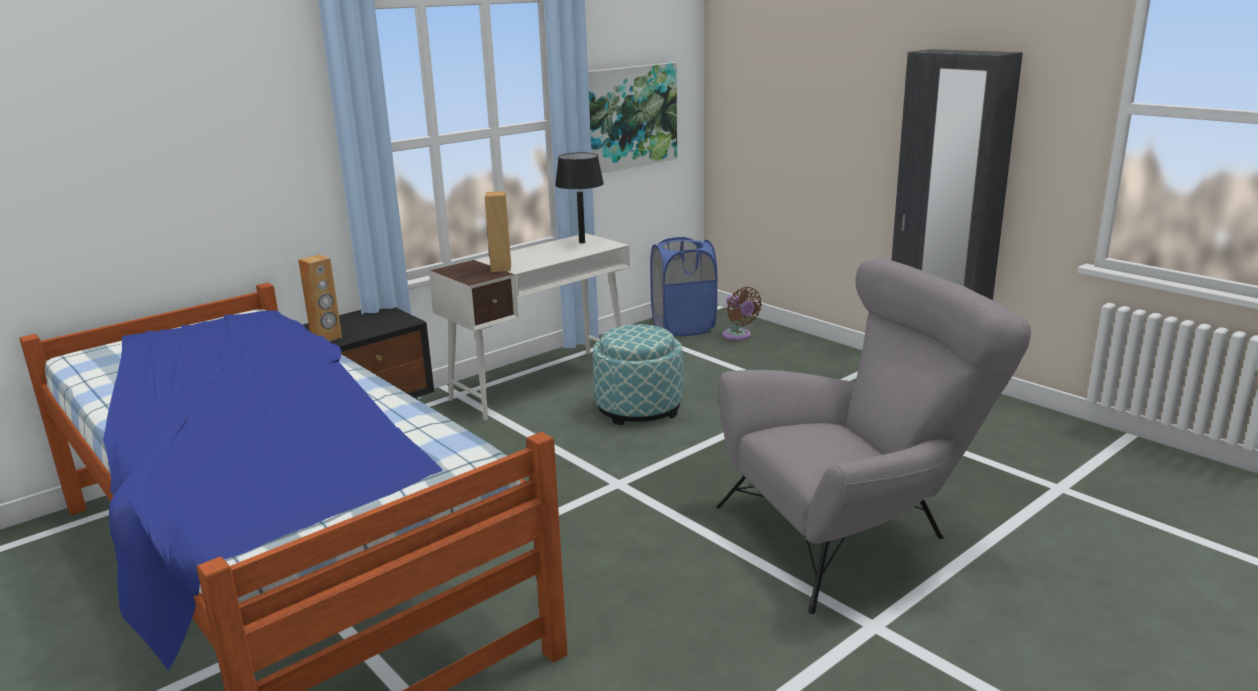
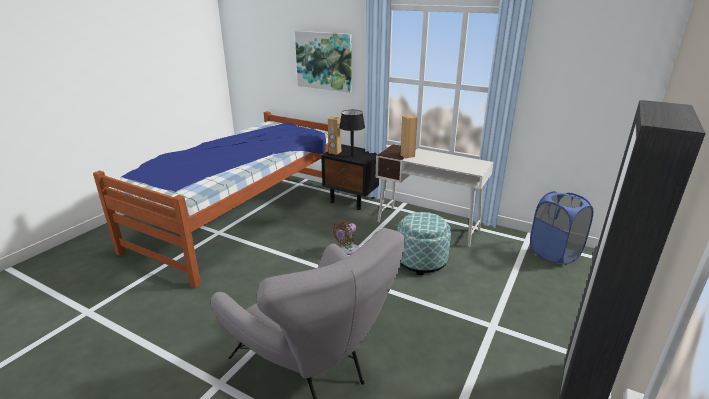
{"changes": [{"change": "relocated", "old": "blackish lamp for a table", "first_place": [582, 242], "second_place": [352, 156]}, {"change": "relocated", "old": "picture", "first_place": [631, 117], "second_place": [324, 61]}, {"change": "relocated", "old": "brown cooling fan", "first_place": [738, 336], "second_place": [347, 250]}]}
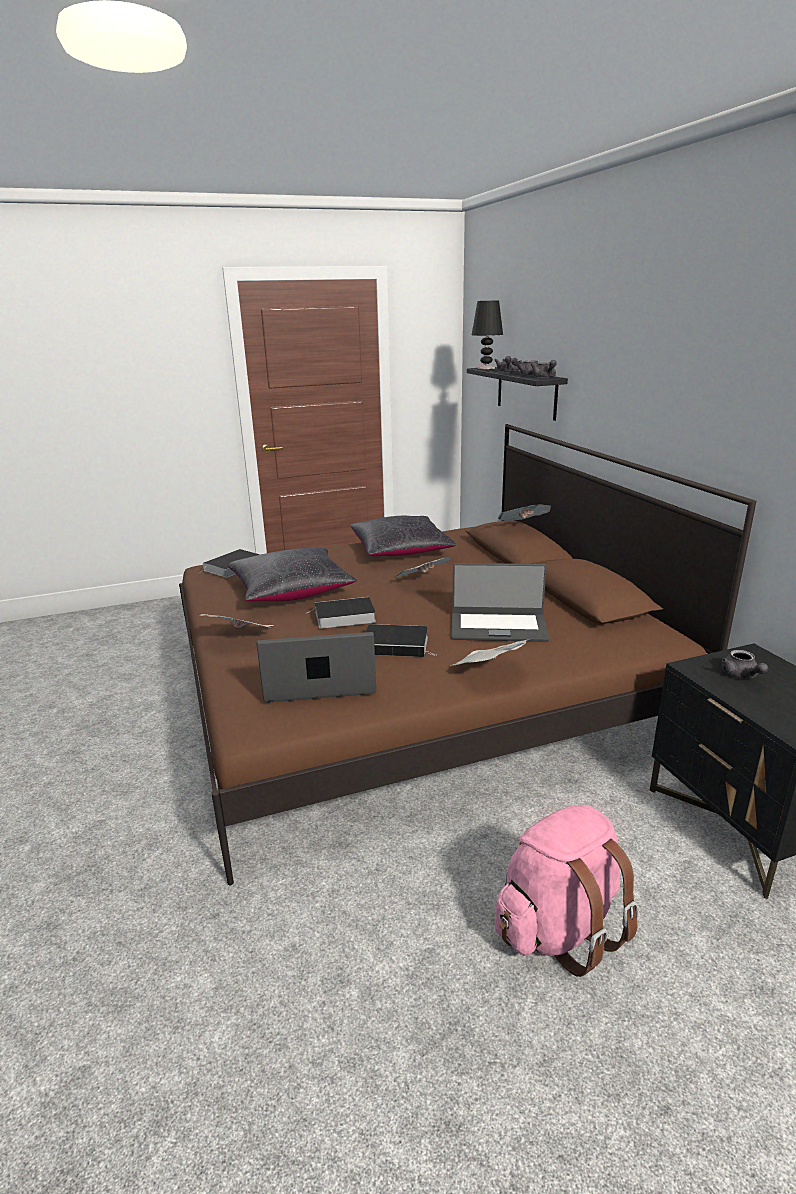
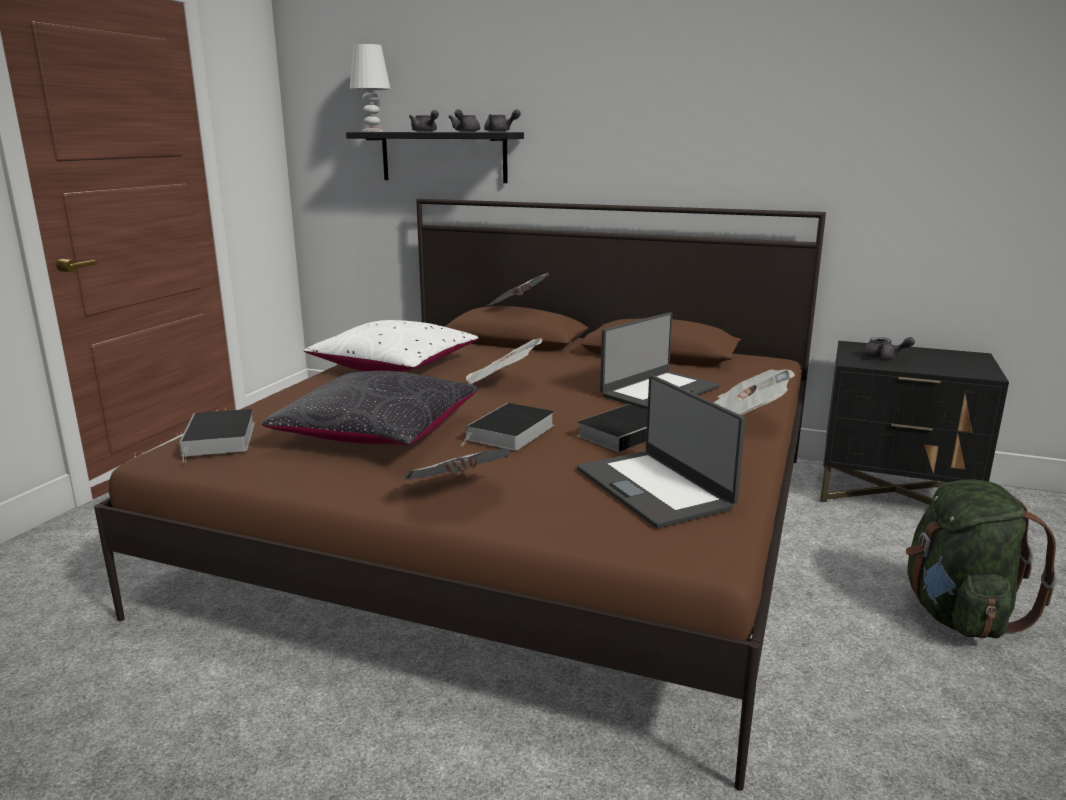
{"changes": [{"change": "colour", "old": "blackish cushion", "new": "white-coloured cushion", "first_place": [400, 550], "second_place": [394, 366]}, {"change": "colour", "old": "blackish lamp for a table", "new": "white-coloured lamp for a table", "first_place": [486, 368], "second_place": [373, 131]}, {"change": "colour", "old": "pink rucksack", "new": "green-coloured rucksack", "first_place": [559, 928], "second_place": [958, 614]}, {"change": "spun", "old": "portable computer", "first_place": [320, 683], "second_place": [654, 488], "degrees": -60}]}
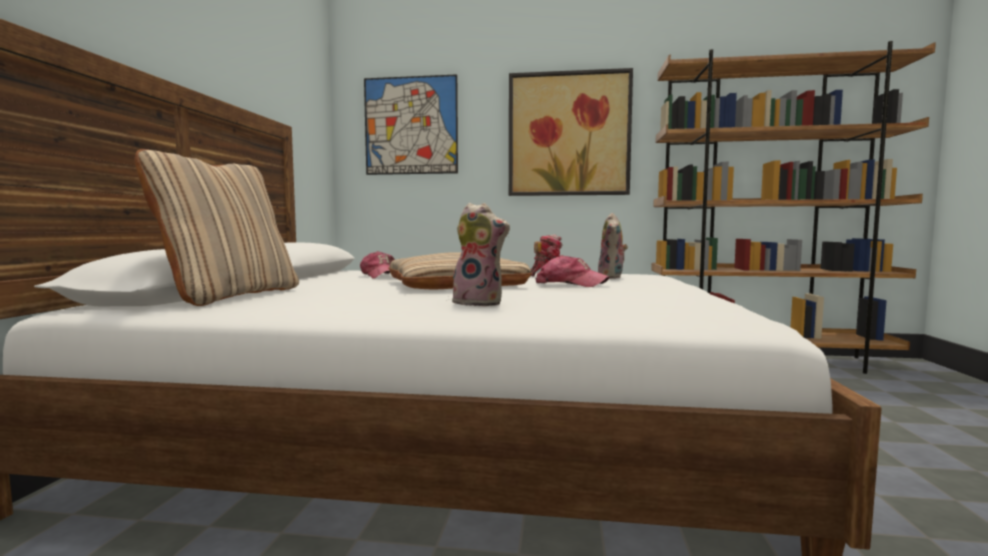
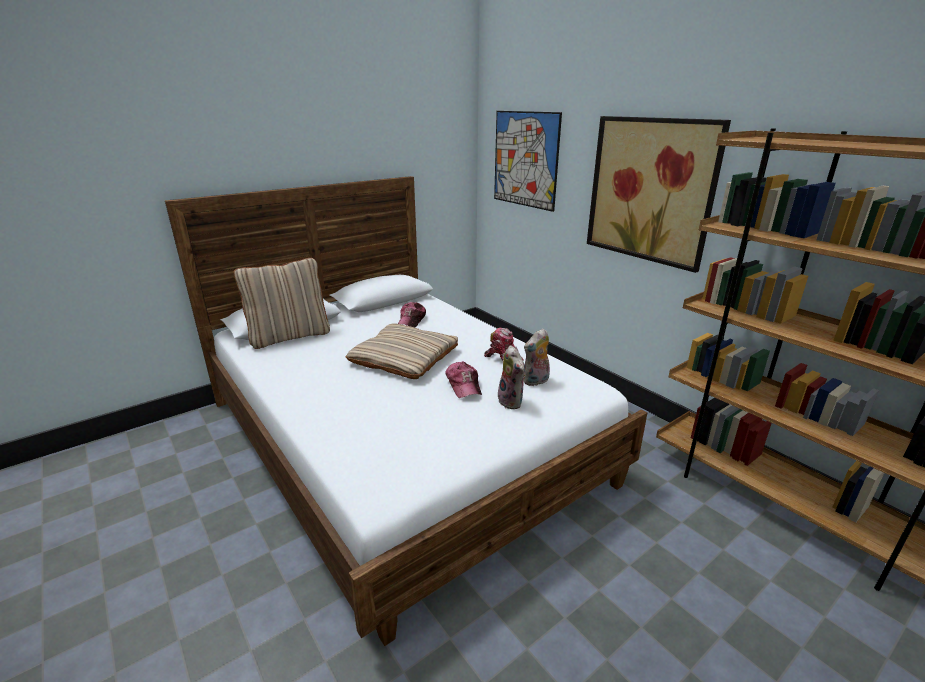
{"changes": [{"change": "relocated", "old": "soft toy", "first_place": [480, 303], "second_place": [512, 401]}]}
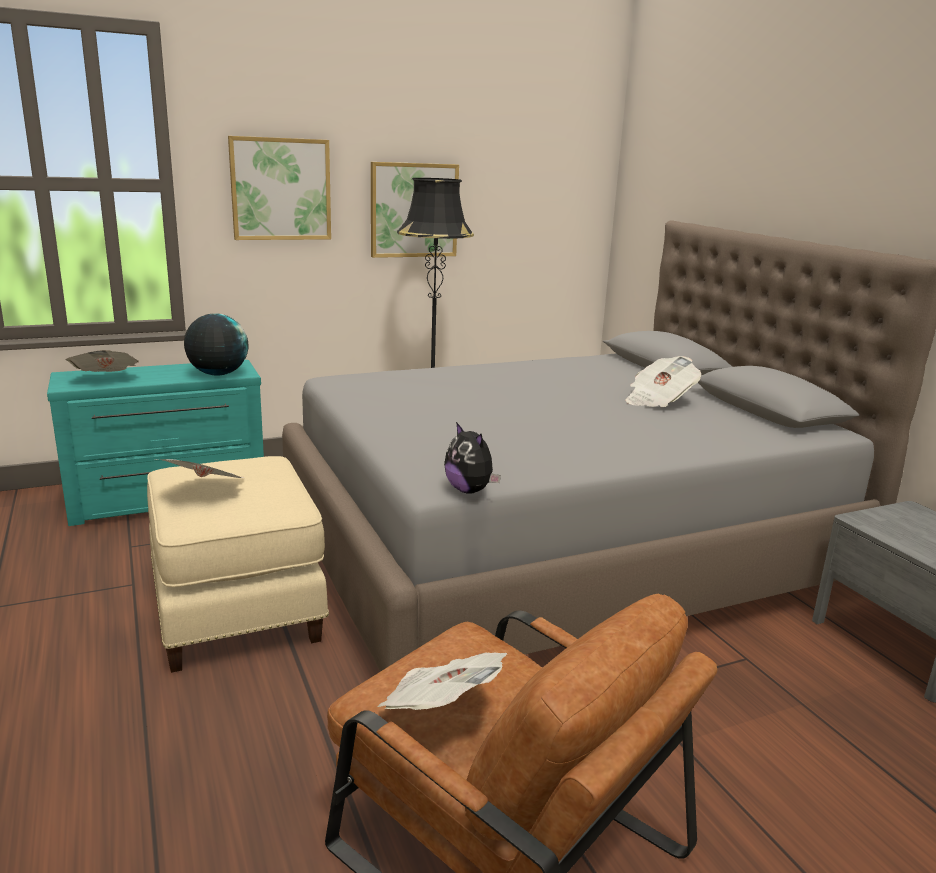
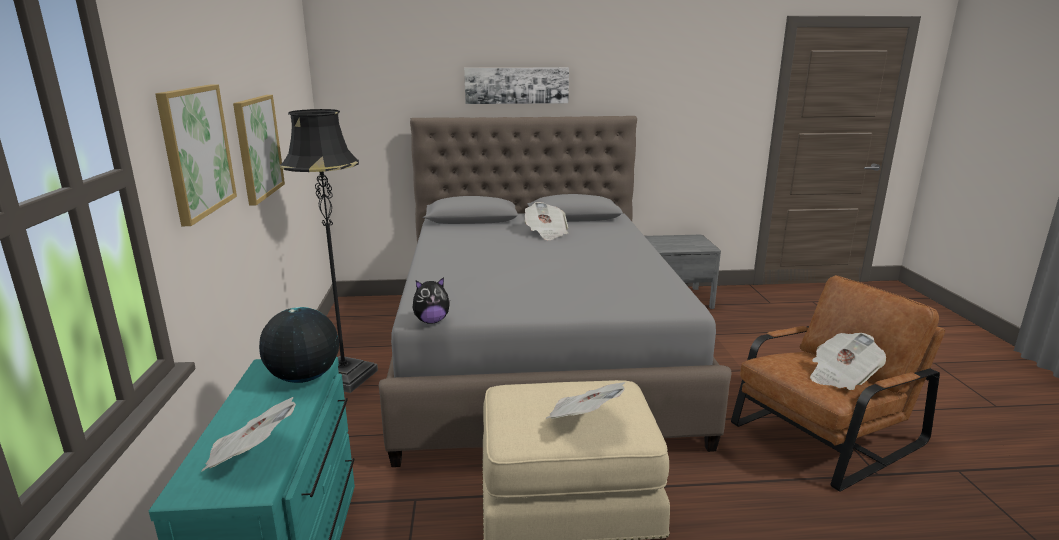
{"changes": [{"change": "appeared", "new": "picture", "second_place": [516, 85]}, {"change": "relocated", "old": "soft toy", "first_place": [470, 490], "second_place": [431, 321]}]}
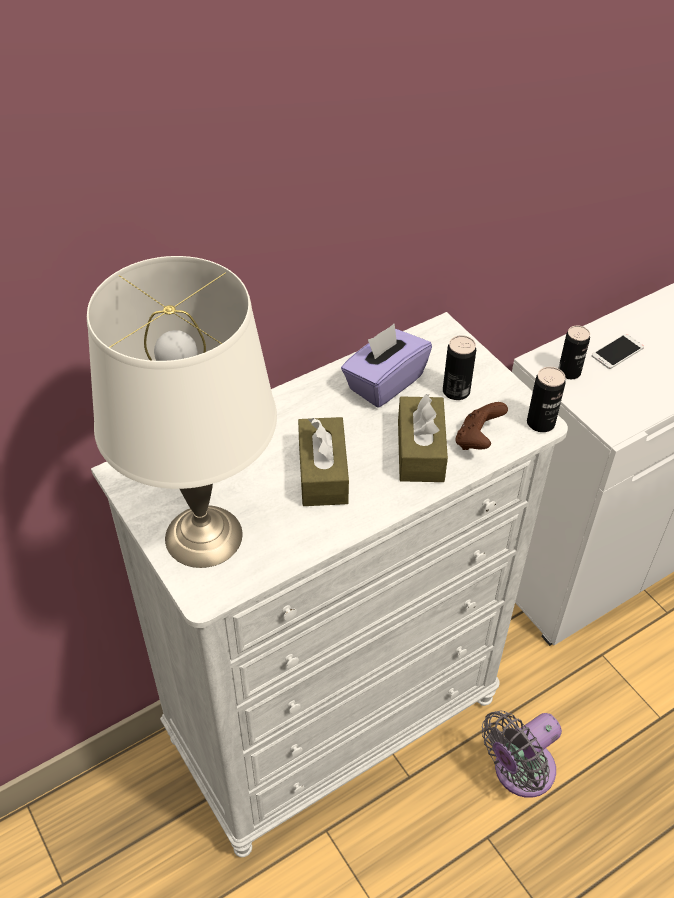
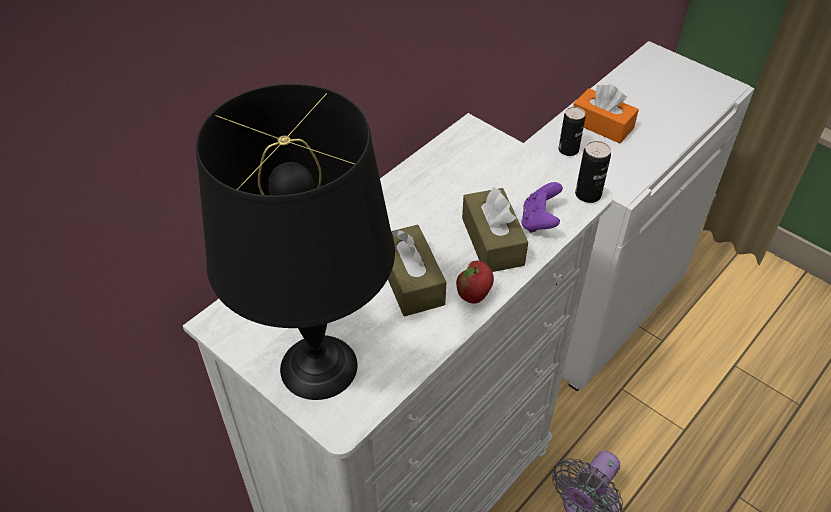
{"changes": [{"change": "missing", "old": "purple-coloured box of tissues", "first_place": [384, 382]}, {"change": "missing", "old": "sealed can", "first_place": [456, 391]}, {"change": "appeared", "new": "whole apple", "second_place": [474, 296]}, {"change": "exchanged", "old": "phone", "new": "orange box of tissues", "first_place": [617, 352], "second_place": [602, 125]}, {"change": "colour", "old": "white-coloured lamp for a table", "new": "blackish lamp for a table", "first_place": [202, 536], "second_place": [318, 367]}, {"change": "colour", "old": "brown gamepad", "new": "purple-coloured gamepad", "first_place": [477, 440], "second_place": [539, 221]}]}
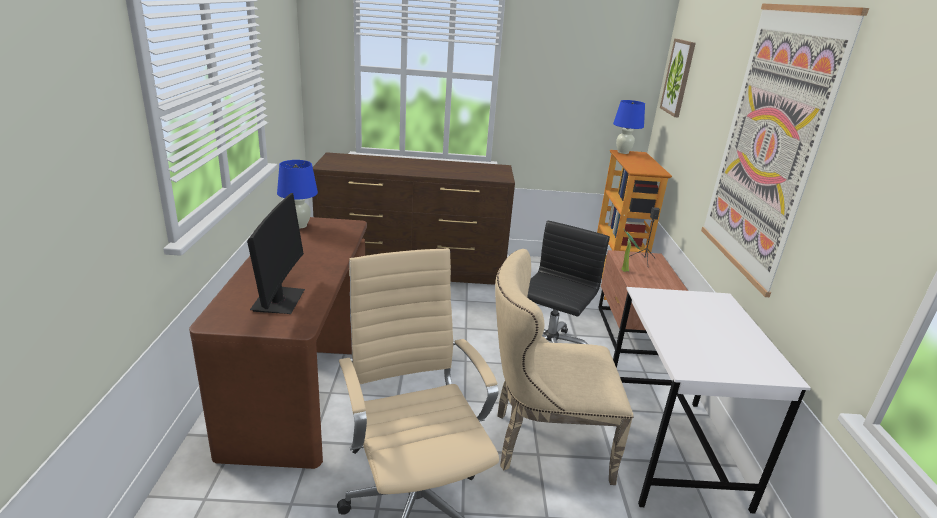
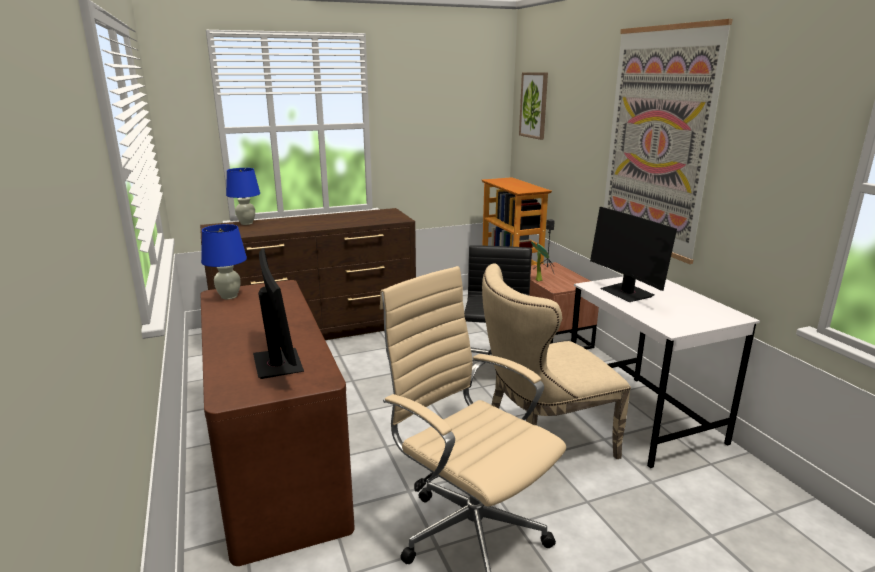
{"changes": [{"change": "appeared", "new": "monitor", "second_place": [627, 293]}, {"change": "relocated", "old": "bluish lamp for a table", "first_place": [623, 152], "second_place": [246, 223]}]}
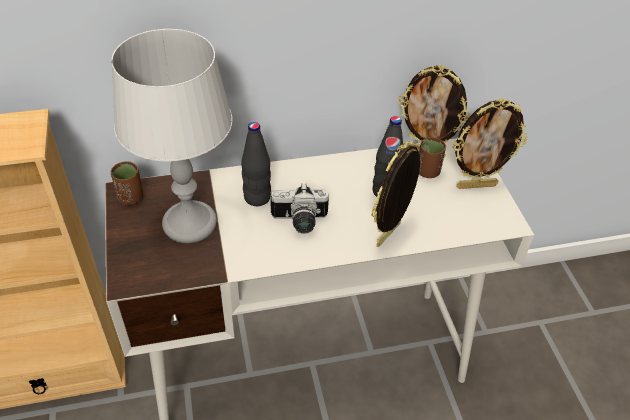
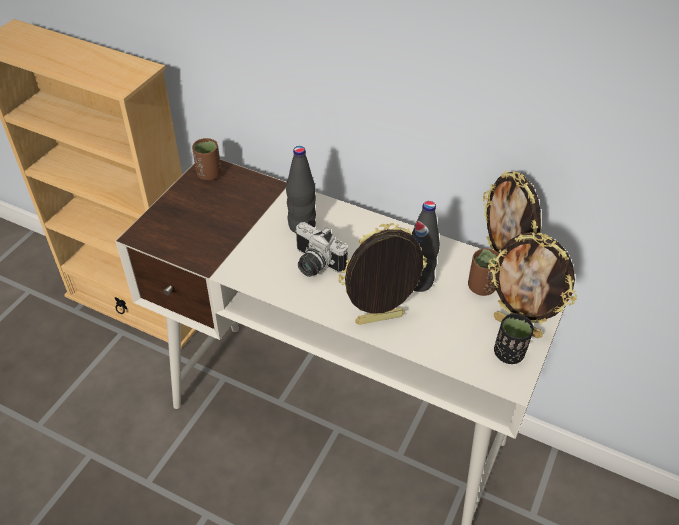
{"changes": [{"change": "missing", "old": "greyish lamp for a table", "first_place": [190, 223]}, {"change": "appeared", "new": "blackish cup", "second_place": [509, 353]}]}
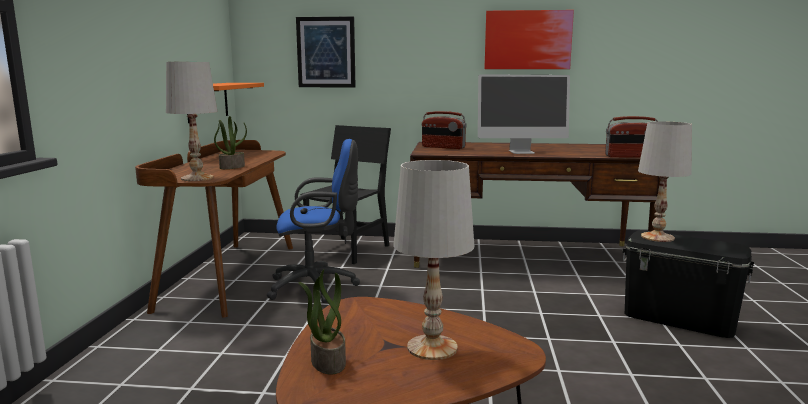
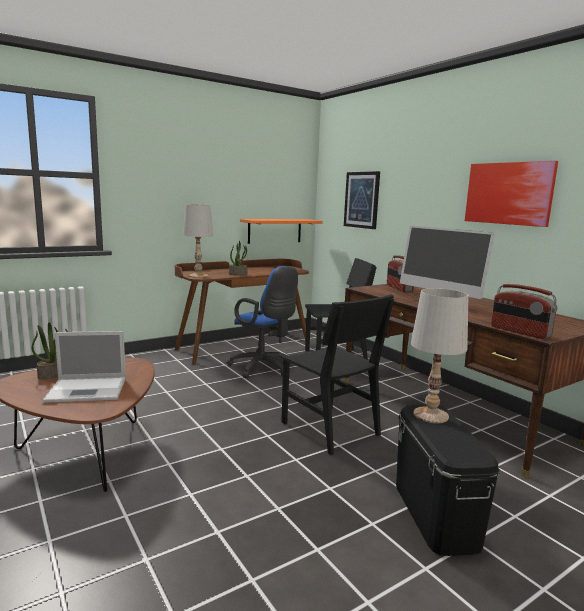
{"changes": [{"change": "appeared", "new": "blackish plain chair", "second_place": [329, 428]}, {"change": "exchanged", "old": "white-coloured lamp for a table", "new": "portable computer", "first_place": [432, 347], "second_place": [89, 390]}]}
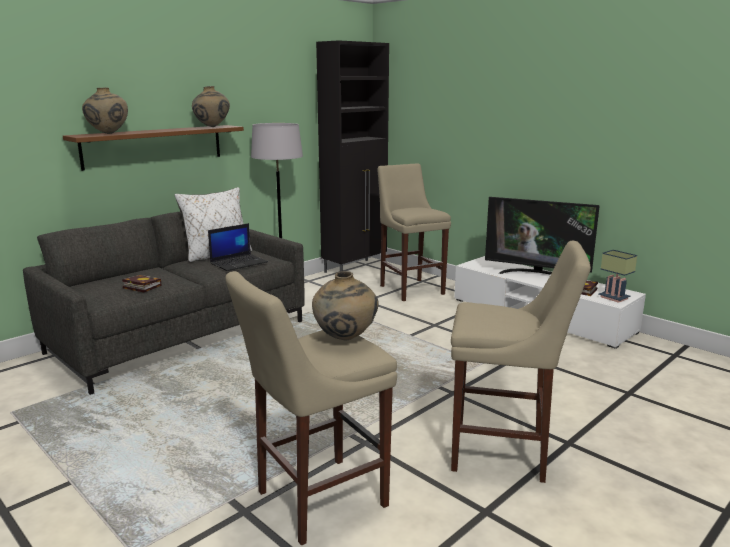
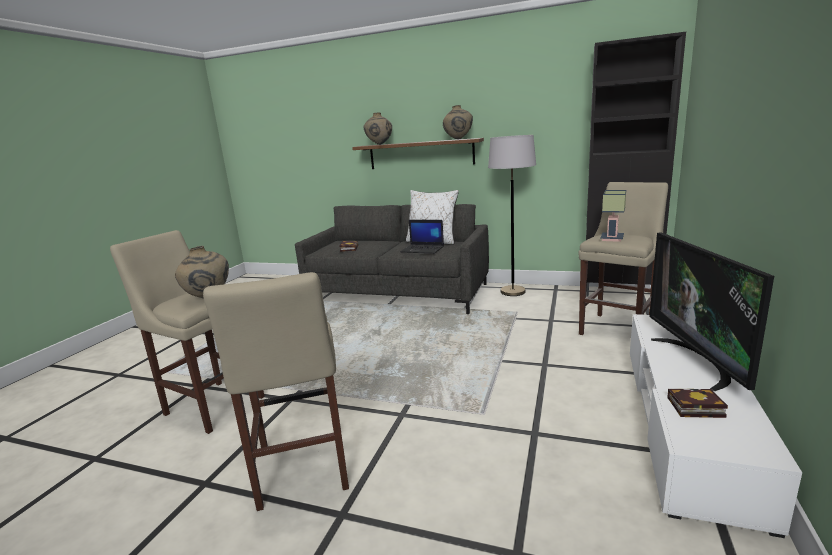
{"changes": [{"change": "relocated", "old": "lamp for a table", "first_place": [615, 298], "second_place": [613, 239]}]}
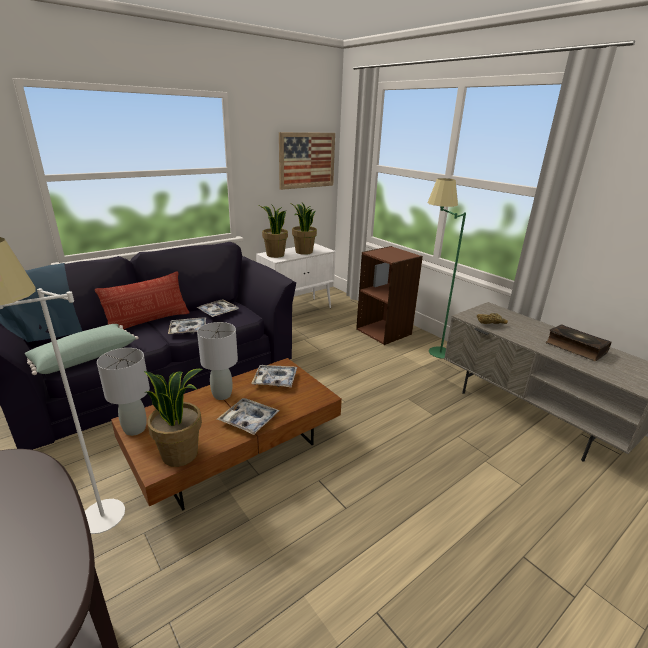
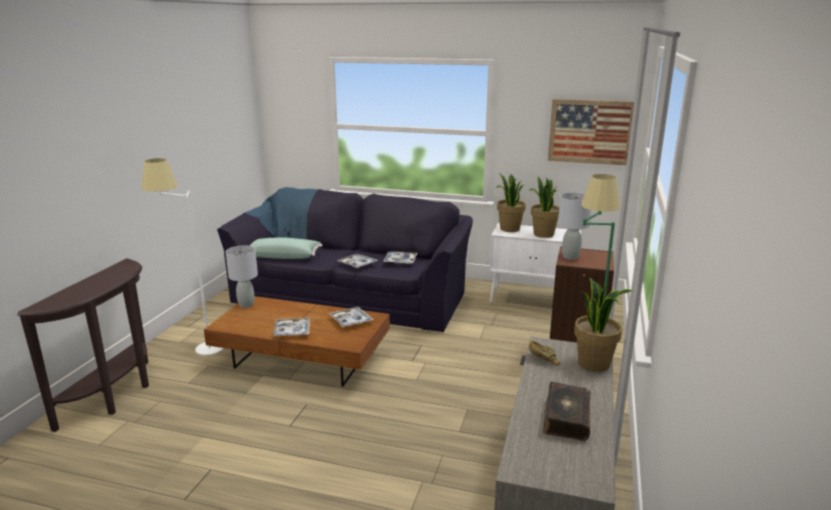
{"changes": [{"change": "missing", "old": "cushion", "first_place": [148, 322]}, {"change": "relocated", "old": "houseplant", "first_place": [180, 454], "second_place": [594, 363]}, {"change": "relocated", "old": "greyish lamp for a table", "first_place": [222, 394], "second_place": [570, 257]}]}
